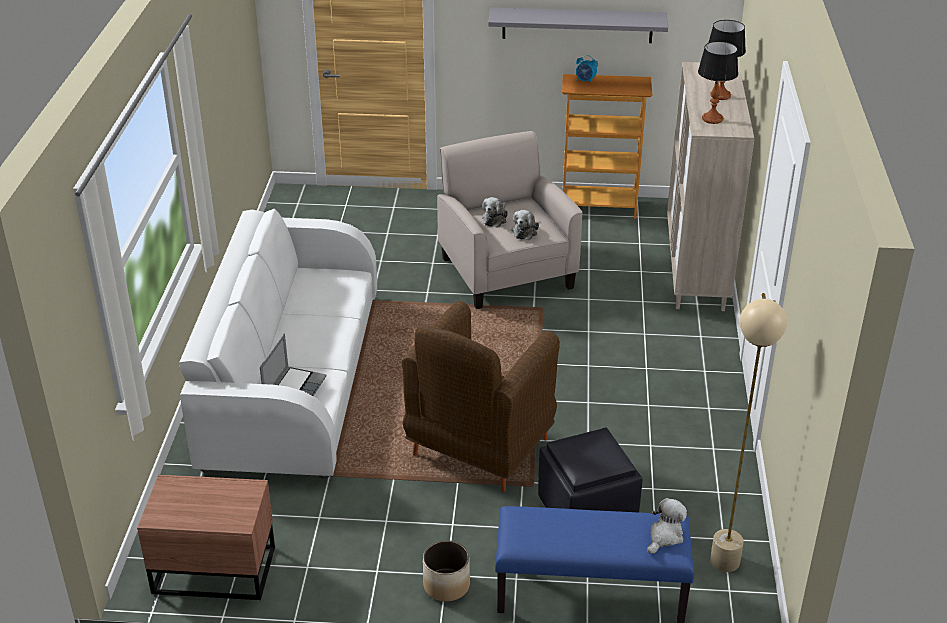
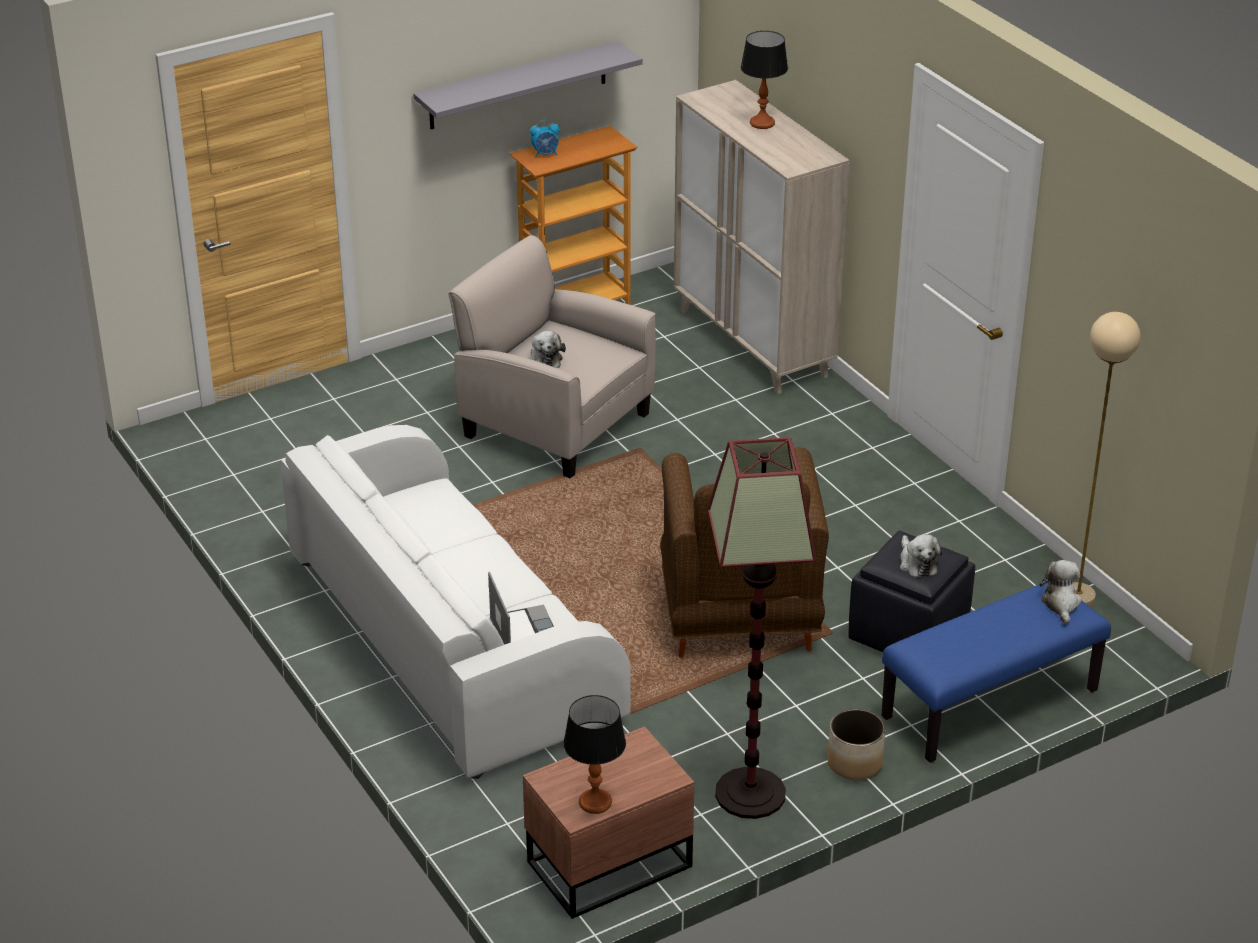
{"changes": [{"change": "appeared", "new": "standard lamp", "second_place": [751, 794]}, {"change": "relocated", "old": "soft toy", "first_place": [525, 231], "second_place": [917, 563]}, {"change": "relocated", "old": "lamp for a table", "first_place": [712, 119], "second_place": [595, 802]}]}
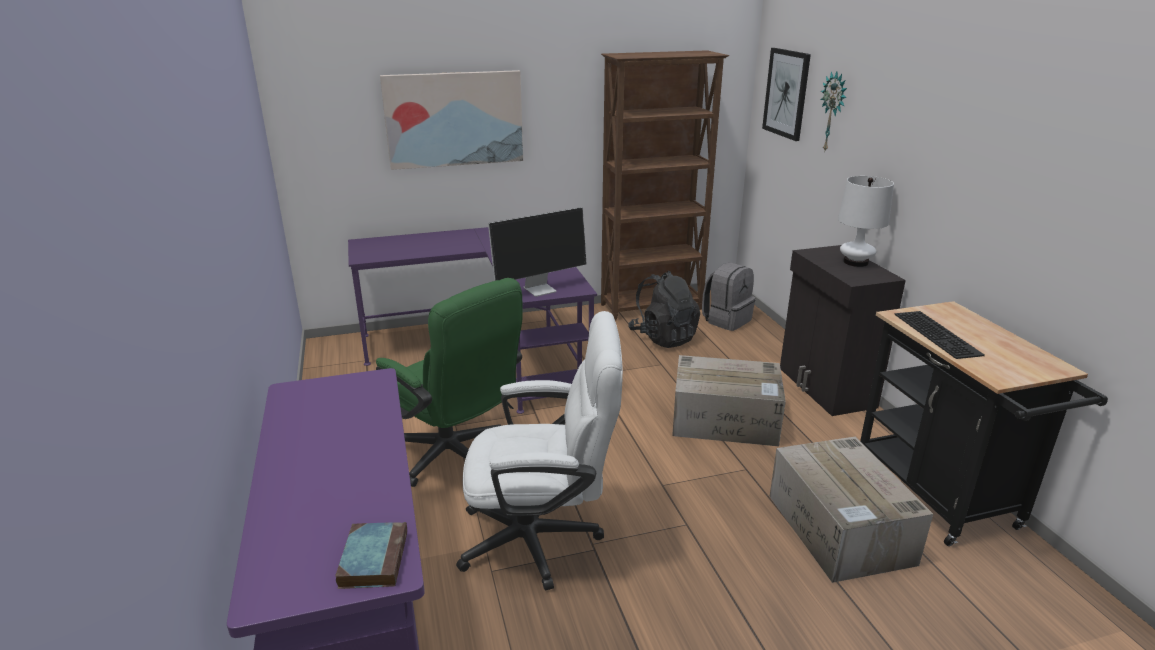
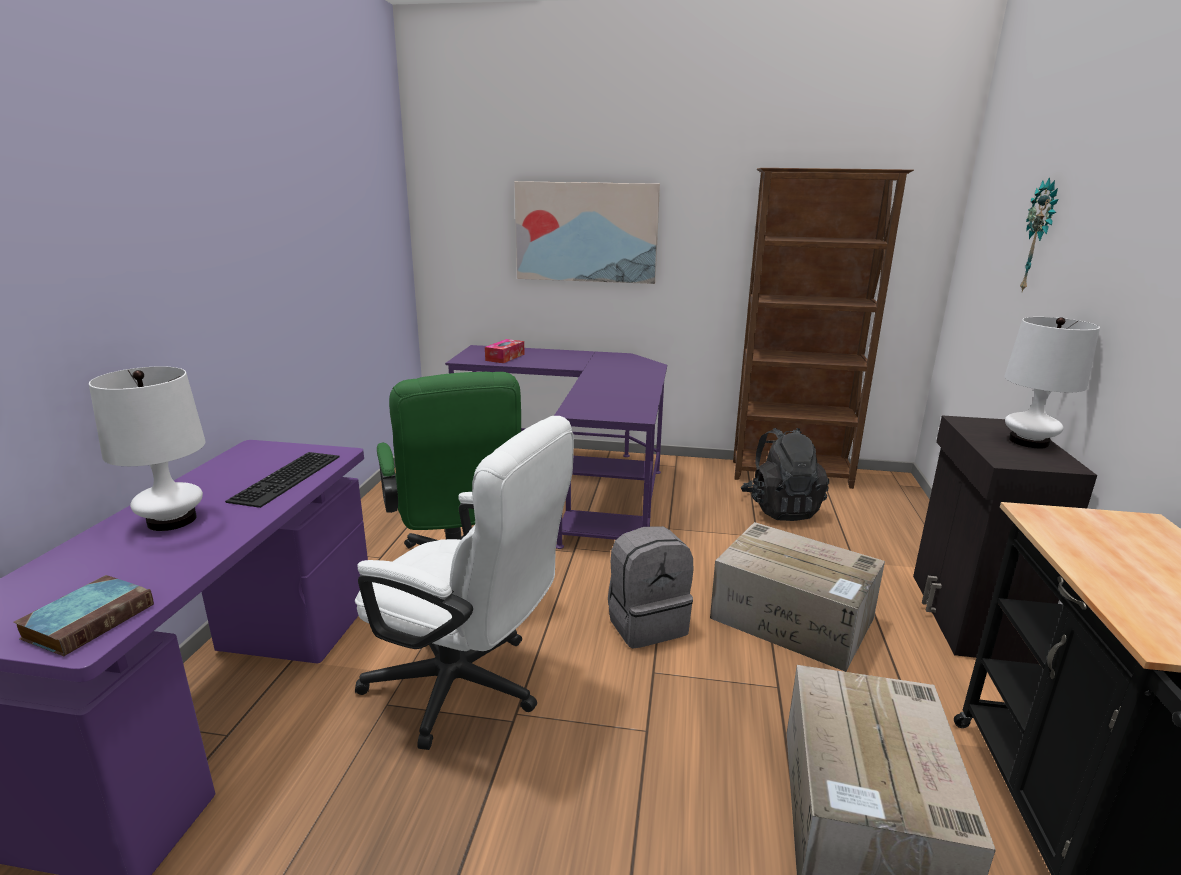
{"changes": [{"change": "missing", "old": "monitor", "first_place": [540, 289]}, {"change": "missing", "old": "picture", "first_place": [786, 93]}, {"change": "appeared", "new": "white-coloured lamp for a table", "second_place": [172, 520]}, {"change": "appeared", "new": "box of tissues", "second_place": [505, 357]}, {"change": "relocated", "old": "greyish rucksack", "first_place": [726, 320], "second_place": [647, 623]}, {"change": "relocated", "old": "computer keyboard", "first_place": [939, 334], "second_place": [288, 479]}]}
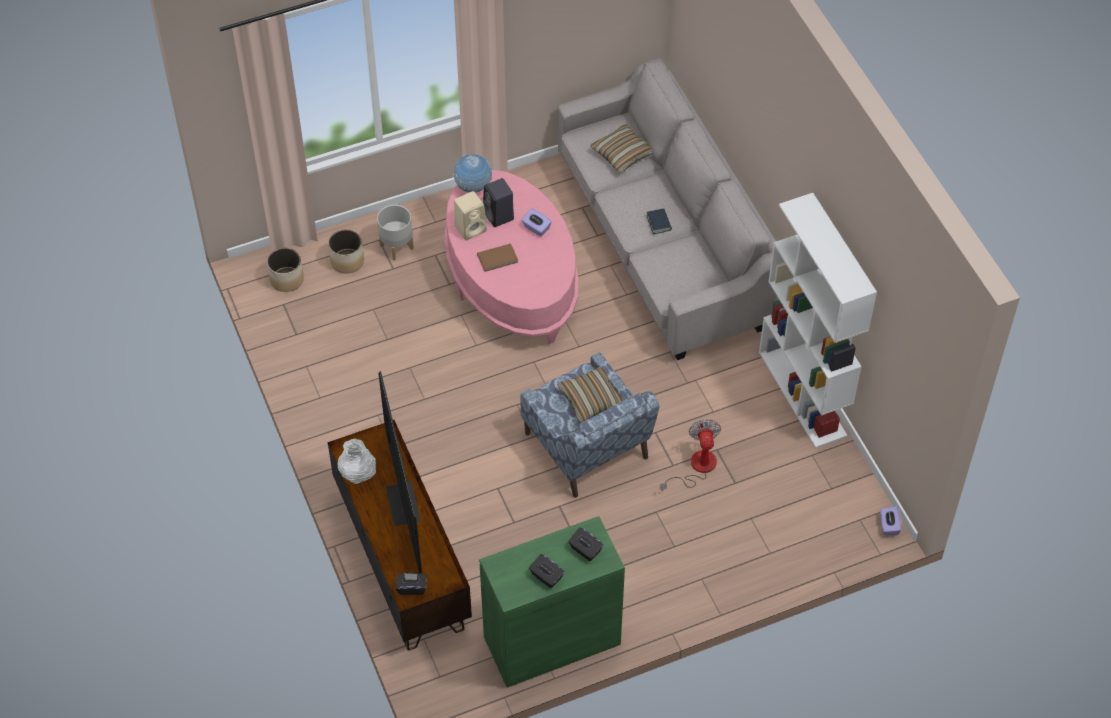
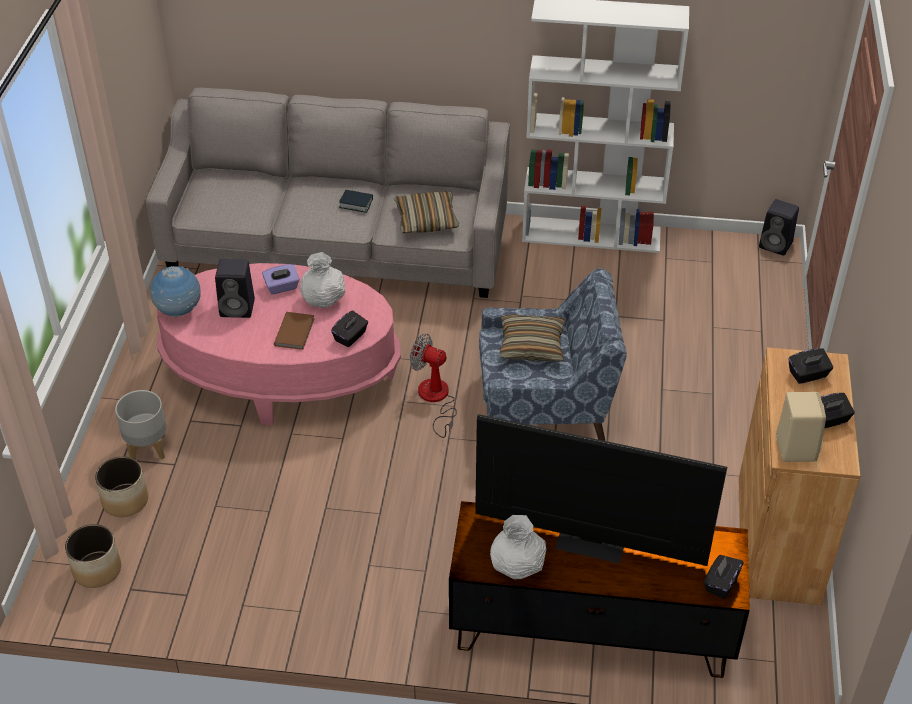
{"changes": [{"change": "appeared", "new": "white-coloured vase", "second_place": [324, 300]}, {"change": "appeared", "new": "blackish box of tissues", "second_place": [350, 337]}, {"change": "relocated", "old": "beige audio speaker", "first_place": [471, 228], "second_place": [795, 447]}, {"change": "relocated", "old": "cushion", "first_place": [622, 153], "second_place": [426, 220]}, {"change": "relocated", "old": "cooling fan", "first_place": [696, 467], "second_place": [435, 399]}, {"change": "exchanged", "old": "purple-coloured box of tissues", "new": "blackish audio speaker", "first_place": [888, 526], "second_place": [776, 245]}, {"change": "colour", "old": "green-coloured cabinet", "new": "brown cabinet", "first_place": [552, 640], "second_place": [778, 539]}]}
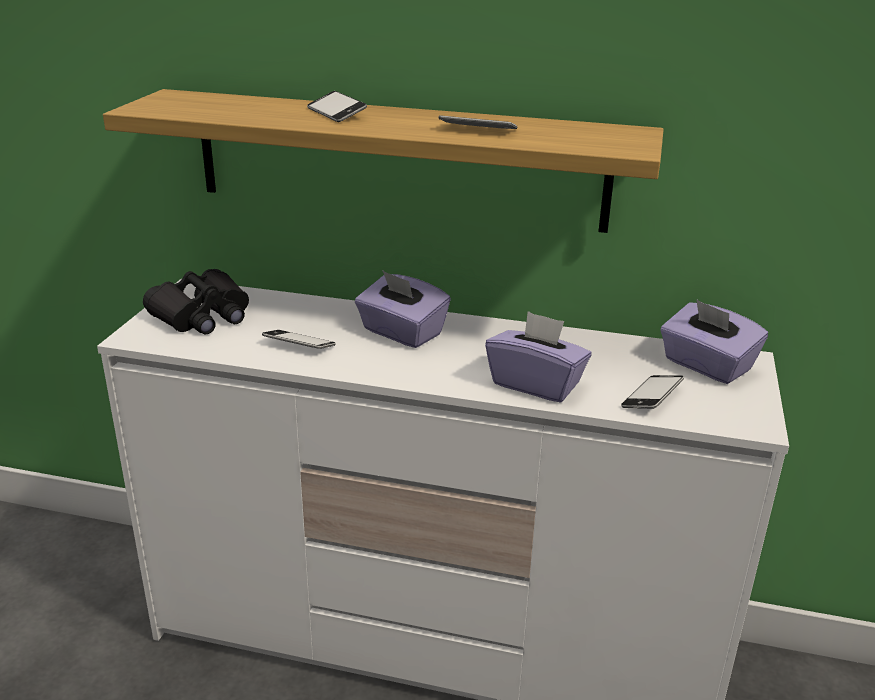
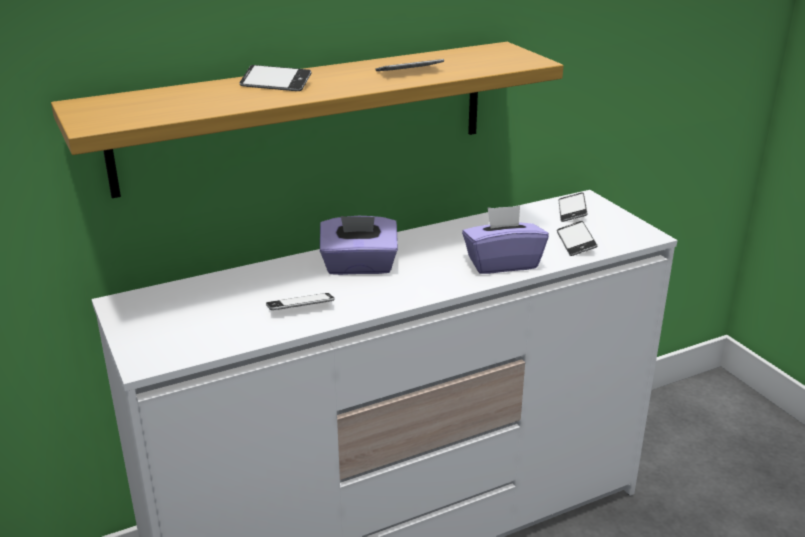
{"changes": [{"change": "missing", "old": "blackish pair of binoculars", "first_place": [202, 316]}, {"change": "exchanged", "old": "purple-coloured box of tissues", "new": "phone", "first_place": [706, 366], "second_place": [572, 211]}]}
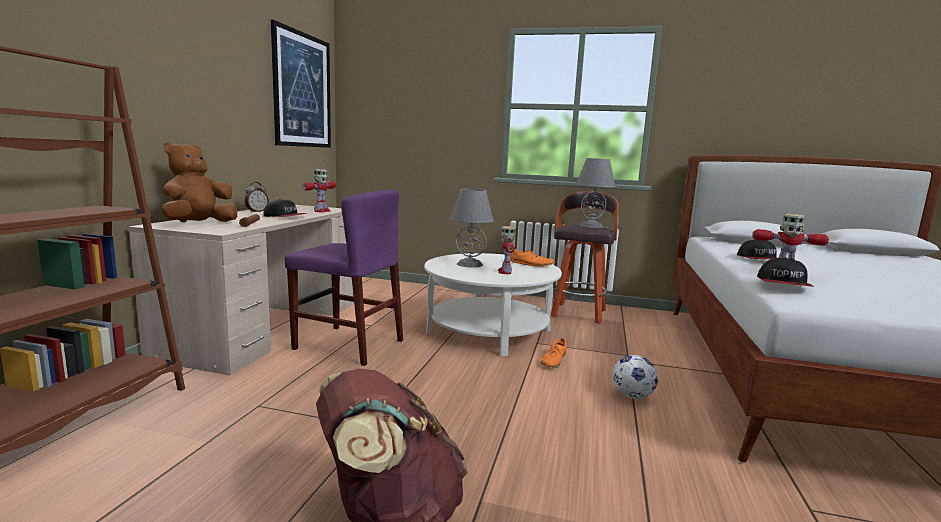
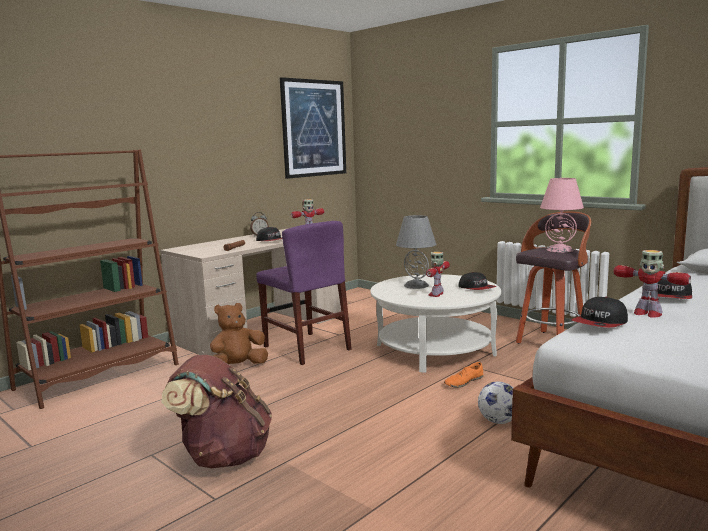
{"changes": [{"change": "relocated", "old": "brown soft toy", "first_place": [199, 224], "second_place": [238, 367]}, {"change": "exchanged", "old": "orange item of footwear", "new": "baseball cap", "first_place": [531, 264], "second_place": [477, 288]}, {"change": "colour", "old": "greyish lamp for a table", "new": "pink lamp for a table", "first_place": [591, 226], "second_place": [559, 250]}]}
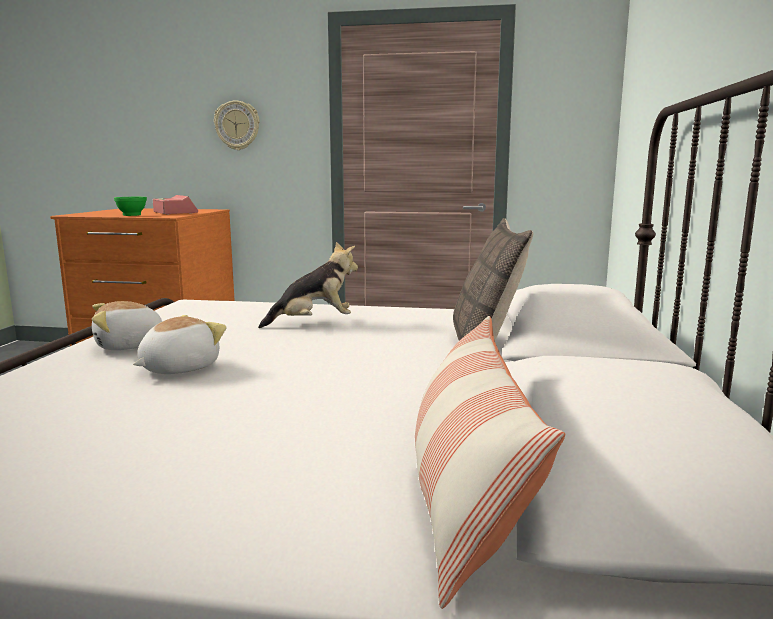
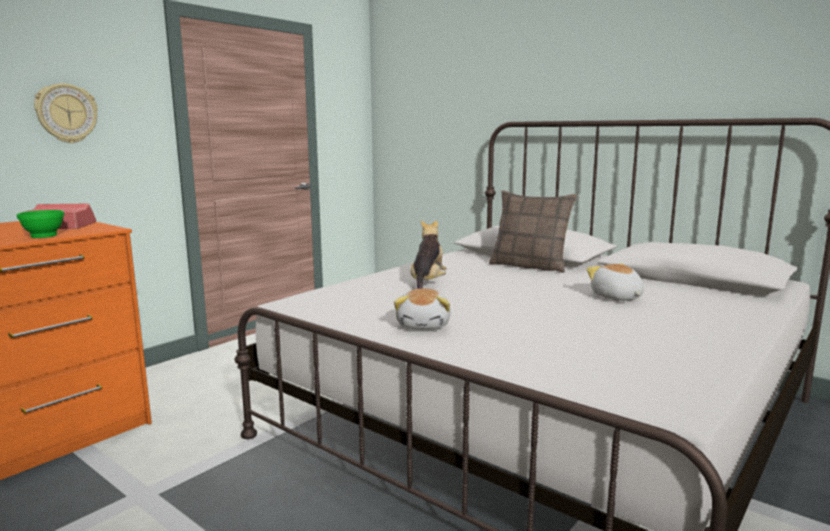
{"changes": [{"change": "missing", "old": "cushion", "first_place": [465, 492]}, {"change": "relocated", "old": "soft toy", "first_place": [178, 368], "second_place": [616, 297]}]}
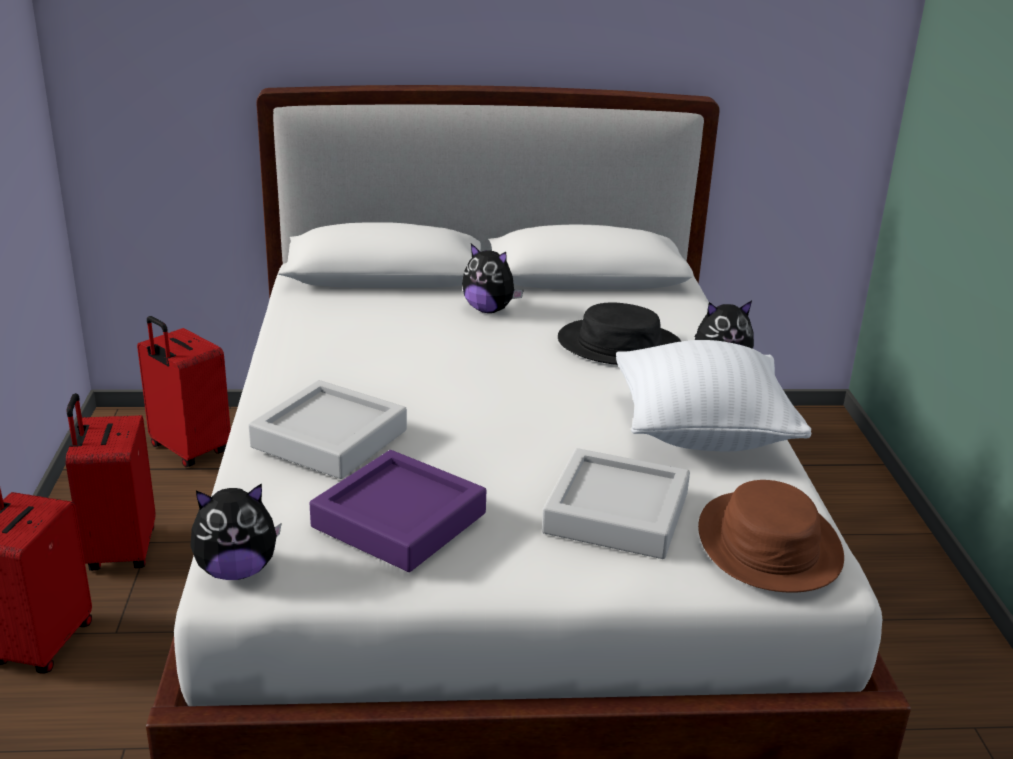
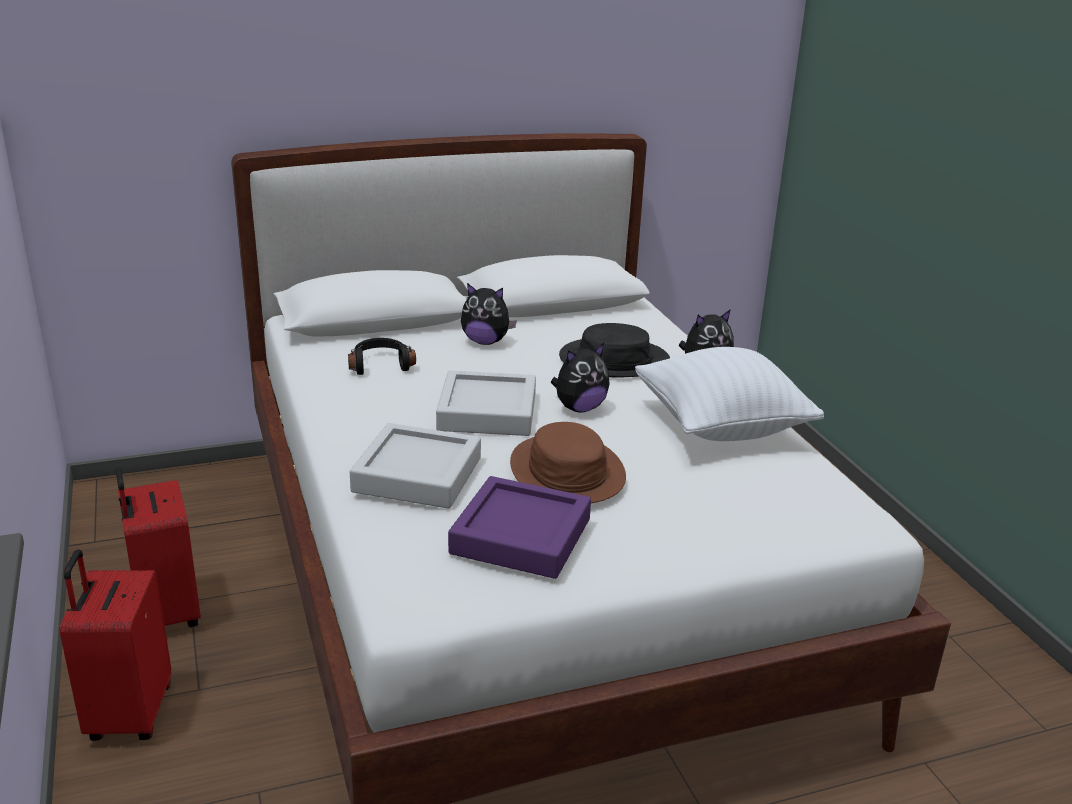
{"changes": [{"change": "missing", "old": "red suitcase", "first_place": [188, 451]}, {"change": "appeared", "new": "blackish headset", "second_place": [380, 364]}, {"change": "relocated", "old": "soft toy", "first_place": [237, 570], "second_place": [579, 408]}, {"change": "relocated", "old": "greyish serving tray", "first_place": [616, 513], "second_place": [487, 412]}, {"change": "relocated", "old": "brown hat", "first_place": [768, 544], "second_place": [566, 471]}]}
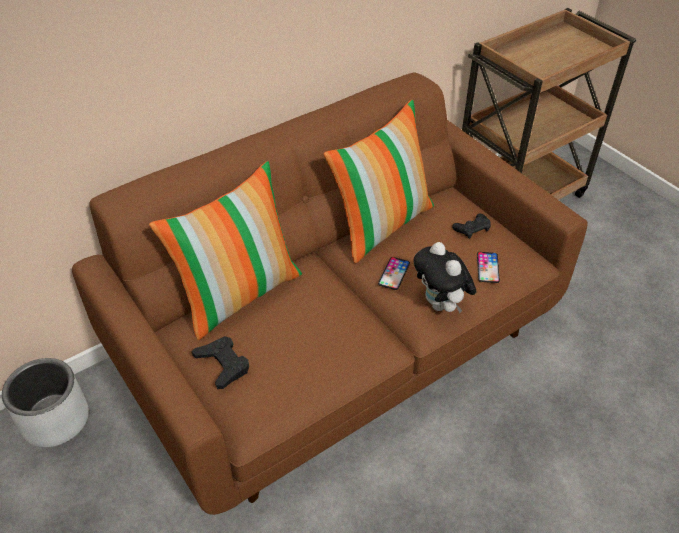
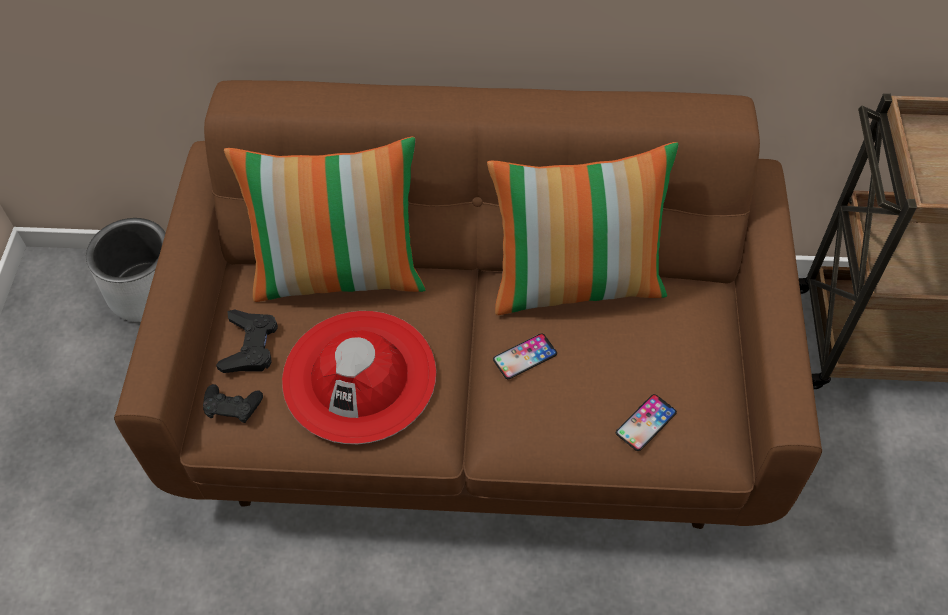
{"changes": [{"change": "missing", "old": "soft toy", "first_place": [441, 305]}, {"change": "appeared", "new": "red hat", "second_place": [359, 376]}, {"change": "relocated", "old": "blackish gamepad", "first_place": [472, 229], "second_place": [232, 406]}]}
